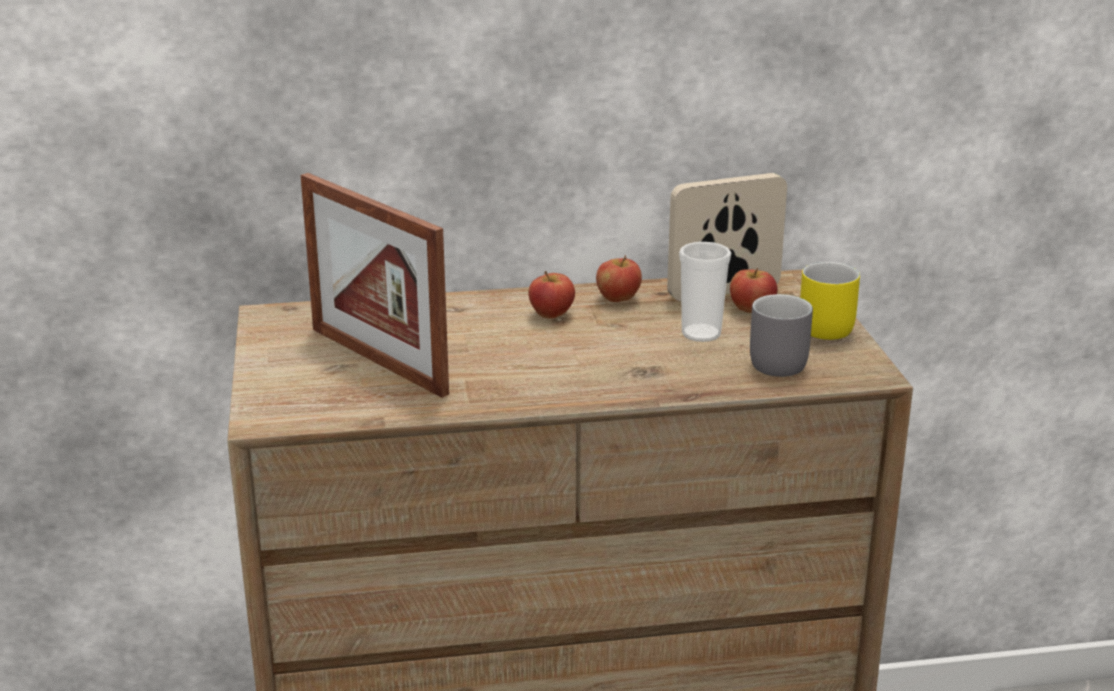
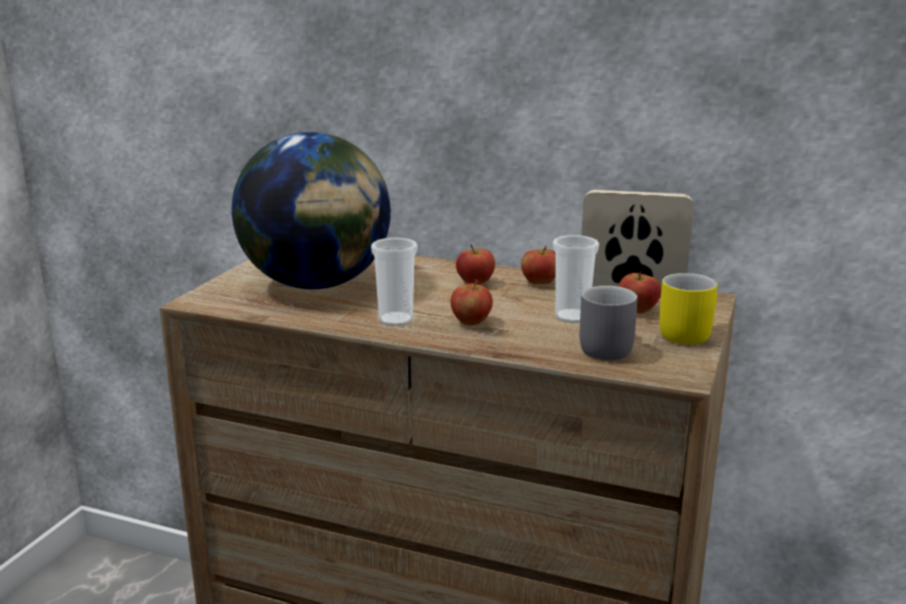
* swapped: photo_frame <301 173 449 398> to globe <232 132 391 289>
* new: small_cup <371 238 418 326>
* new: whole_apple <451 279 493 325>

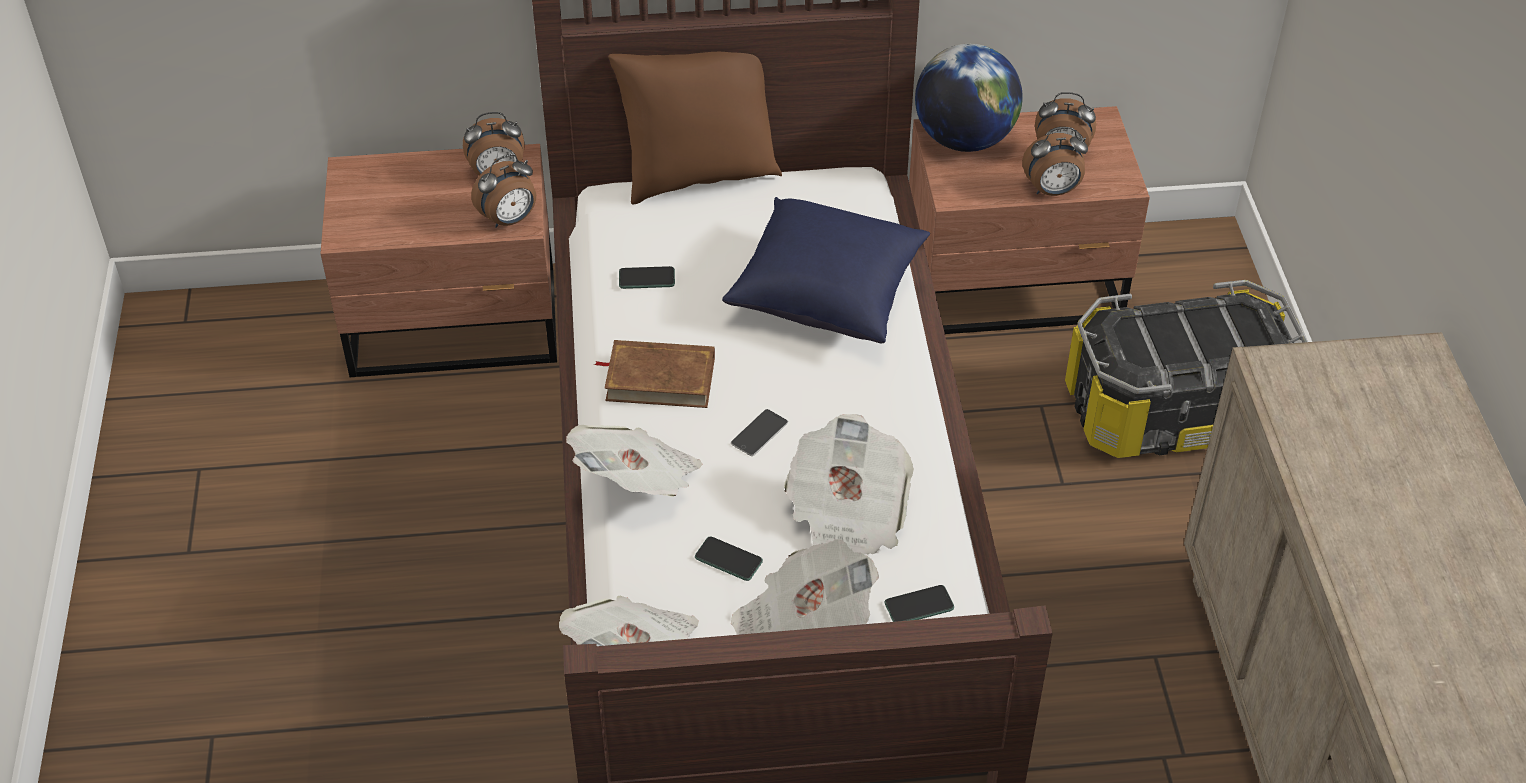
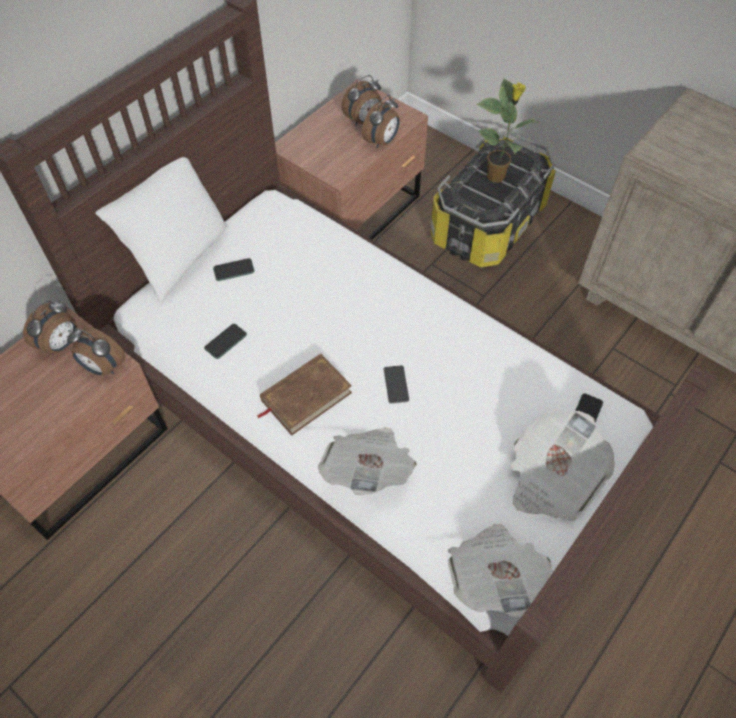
* rotated: alarm_clock <471 154 536 228> = <67 327 126 376> 105 degrees clockwise
* repainted: brown_cushion <608 52 782 205> to whitish_cushion <95 157 229 303>
* shifted: handset <695 536 763 581> to <213 258 254 281>
* gone: blue-coloured_cushion <722 197 930 343>
* gone: printed_paper <784 414 914 555>
* gone: globe <915 44 1023 152>
* new: houseplant <476 78 540 183>

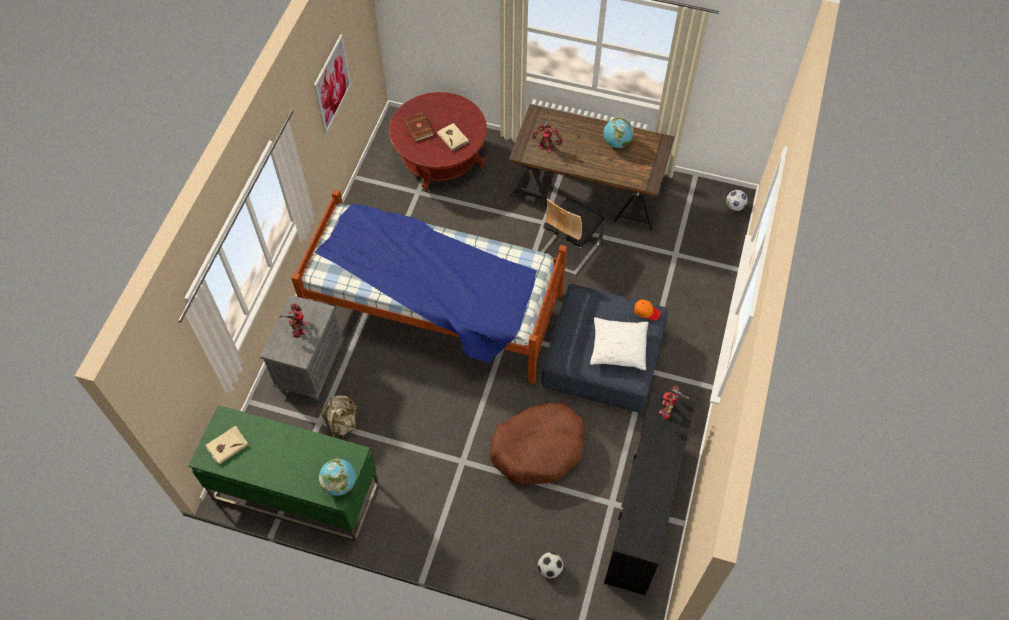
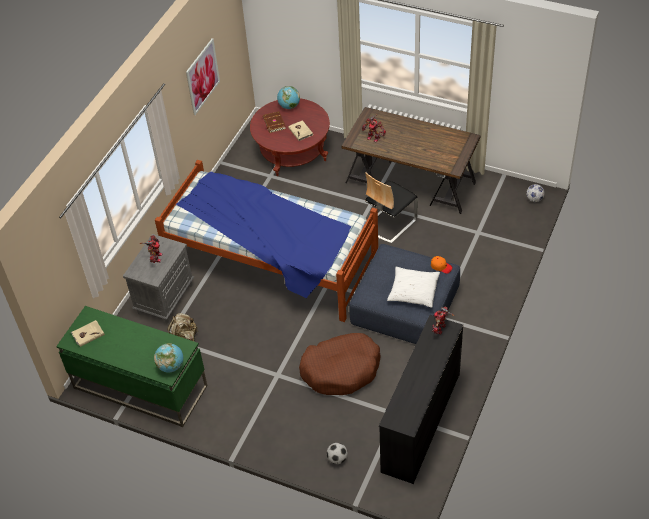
* shifted: globe <604 118 633 148> to <277 86 300 109>

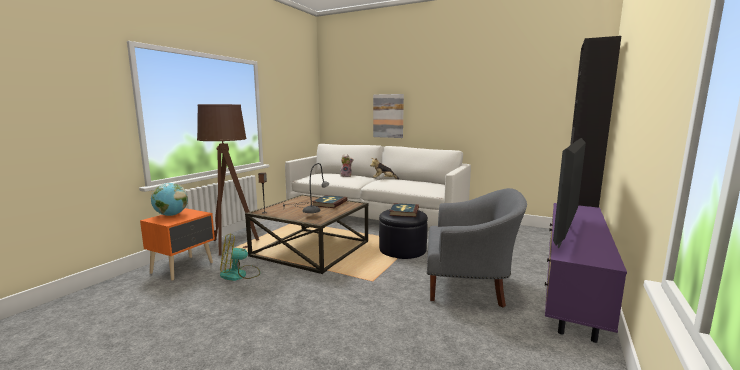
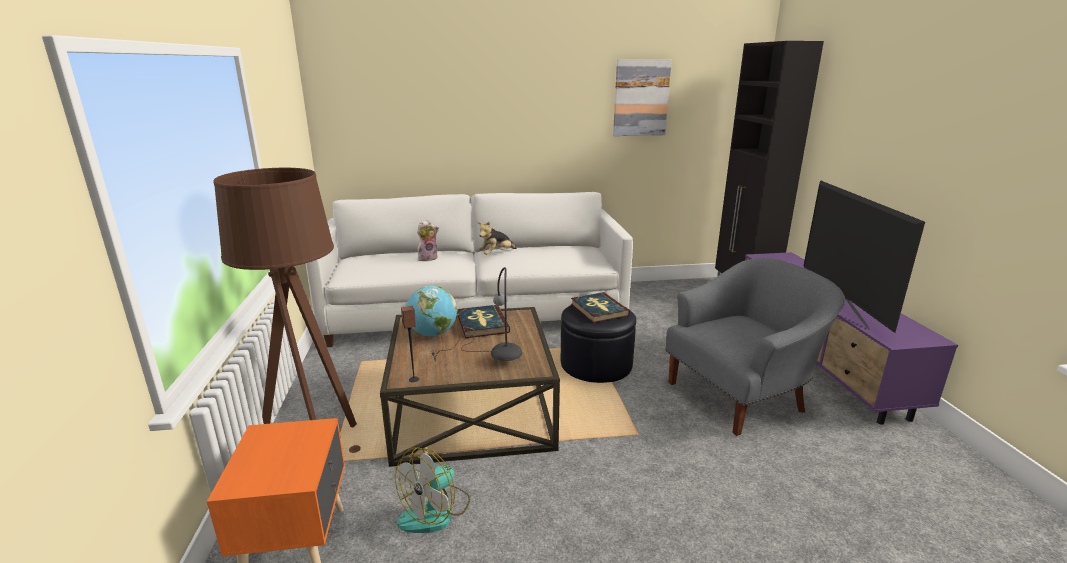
* shifted: globe <151 183 188 216> to <407 286 457 336>
* shifted: wall_art <373 94 404 138> to <613 59 672 136>

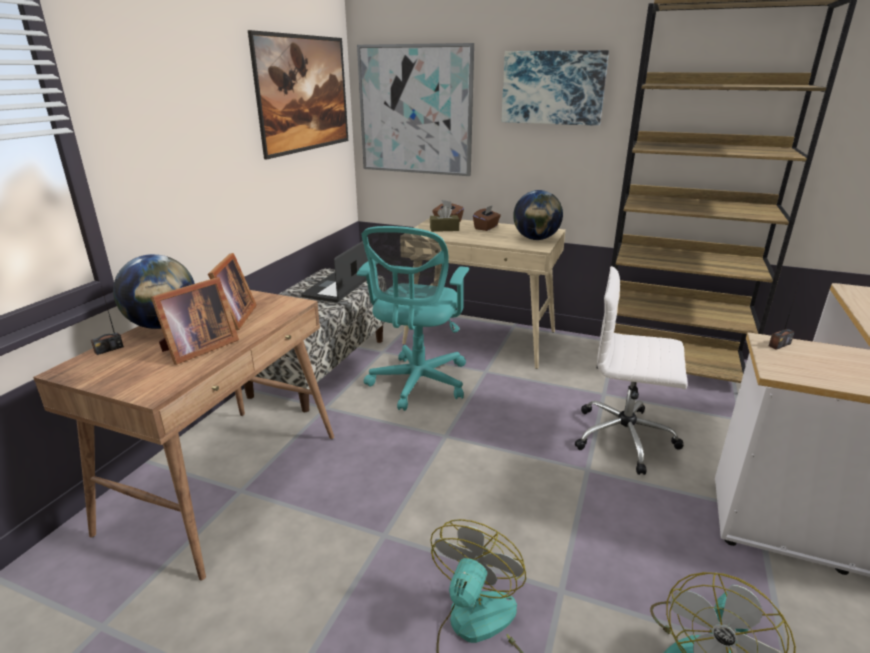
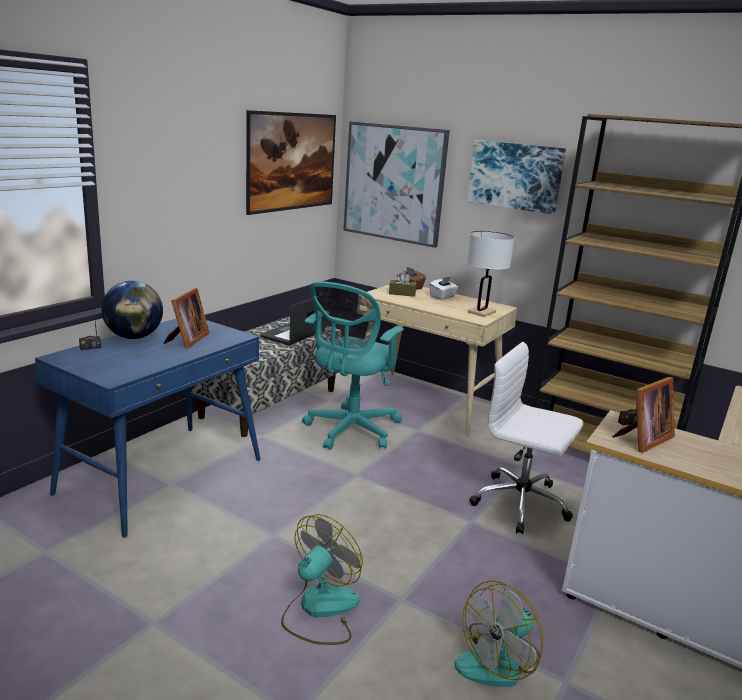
* repainted: brown_desk_table <33 290 334 580> to blue-coloured_desk_table <35 319 260 538>
* shifted: photo_frame <151 277 239 365> to <613 377 675 452>
* repainted: brown_box_of_tissues <473 205 501 231> to whitish_box_of_tissues <429 277 458 300>
* swapped: globe <513 190 563 240> to whitish_lamp_for_a_table <467 231 515 317>

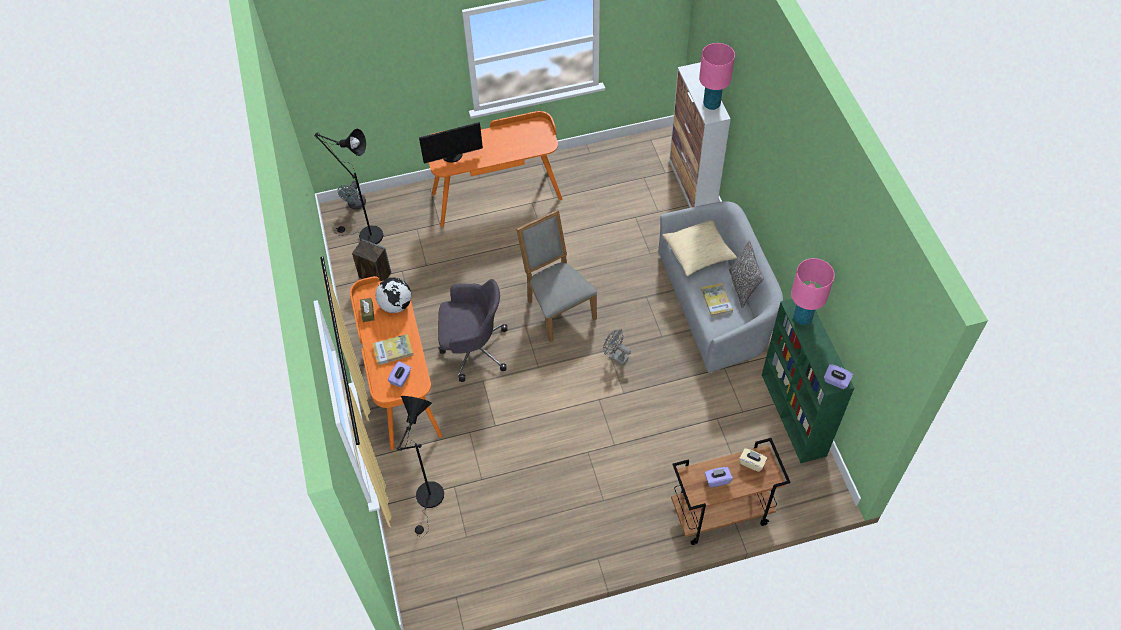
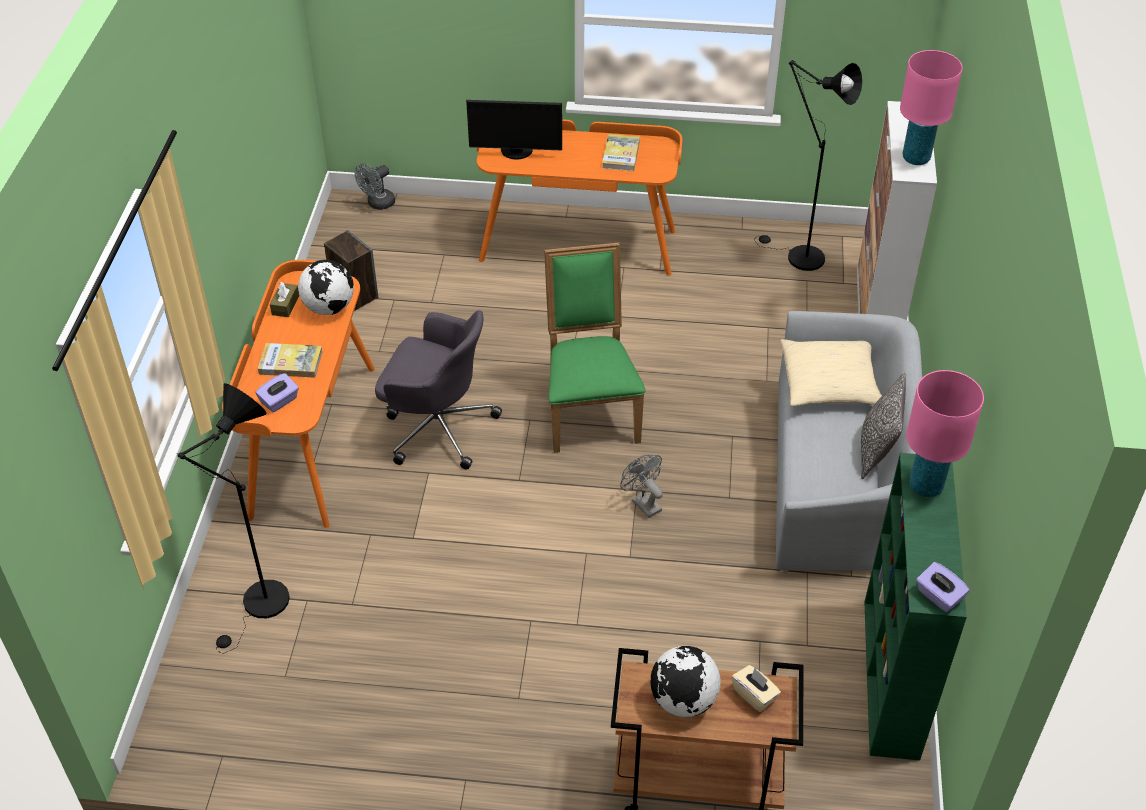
* shifted: black-coloured_floor_lamp <314 129 383 244> to <757 60 862 271>
* repainted: gray_upright_chair <516 209 597 342> to green_upright_chair <544 243 646 453>
* shifted: volume <701 283 733 317> to <602 134 640 171>
* swapped: purplish_box_of_tissues <705 467 733 488> to globe <650 646 721 717>

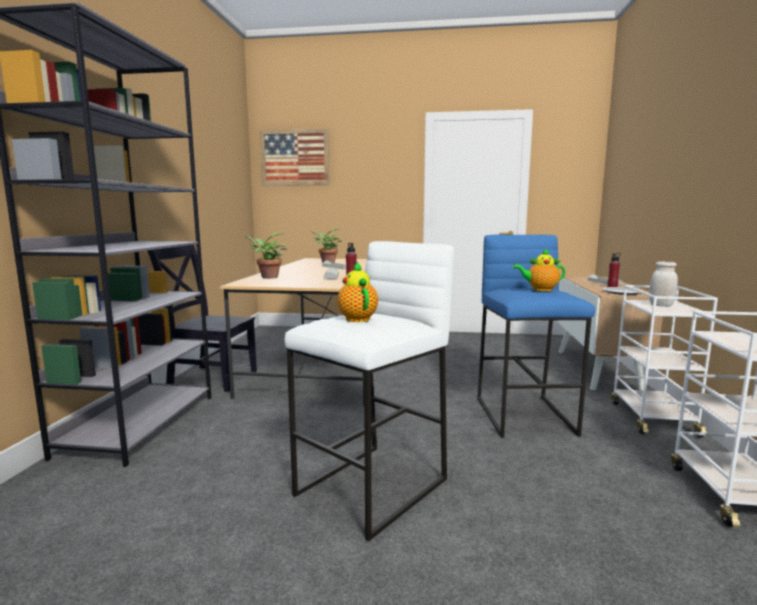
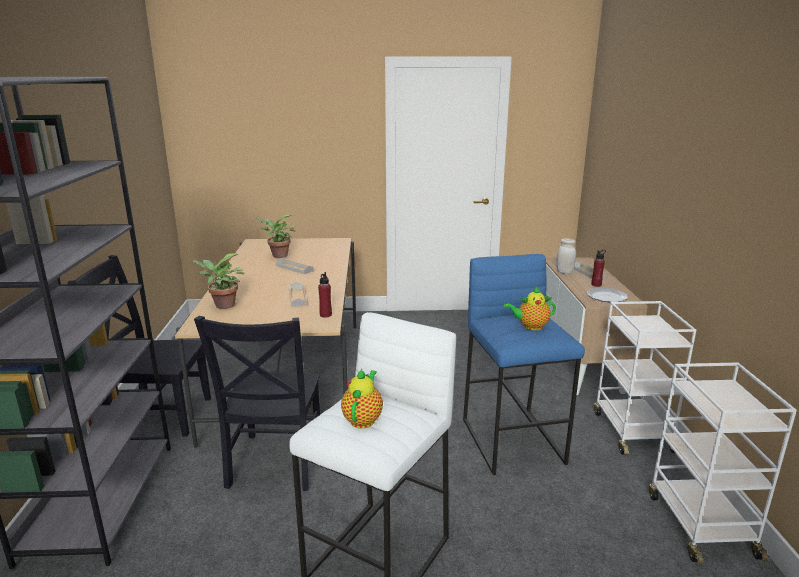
* gone: wall_art <260 128 329 186>
* rotated: pot_for_tea <337 261 378 322> = <341 369 383 429> 45 degrees clockwise
* shifted: whitish_jar <649 262 678 307> to <556 238 576 274>
* new: black-coloured_upright_chair <194 316 320 491>

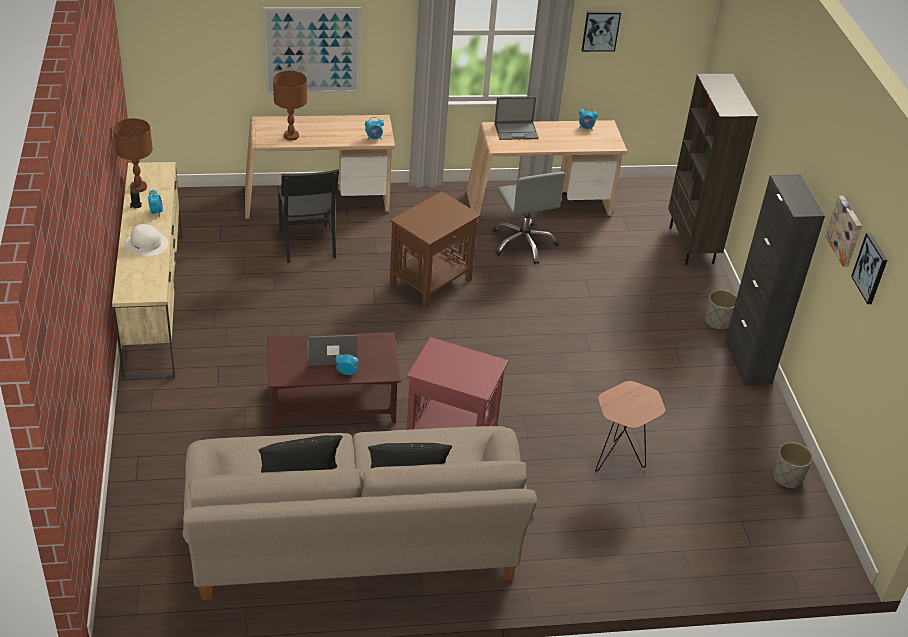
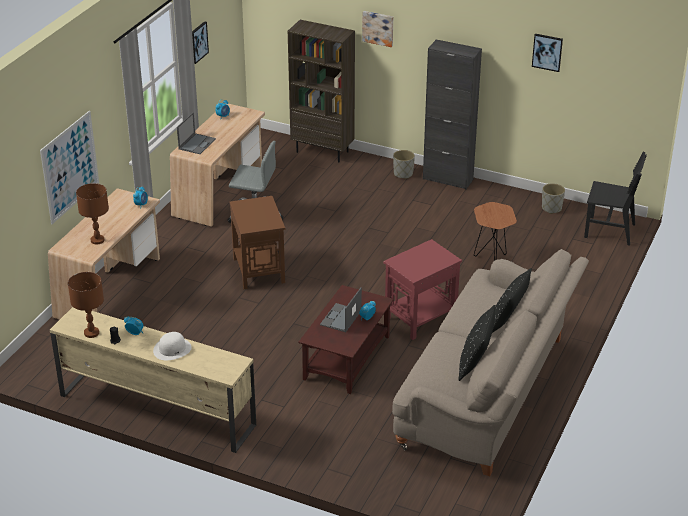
* shifted: black-coloured_upright_chair <277 169 339 263> to <584 152 647 246>
* shifted: wall_art <825 196 862 267> to <362 11 393 47>

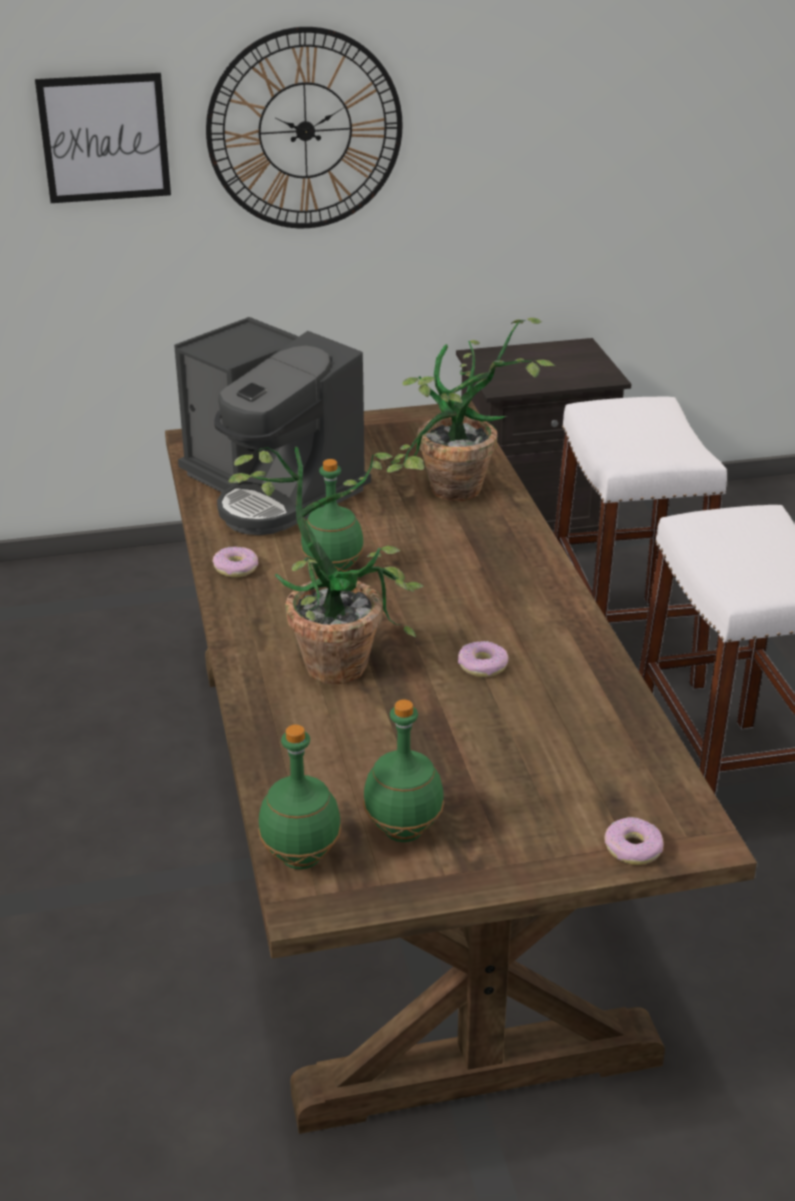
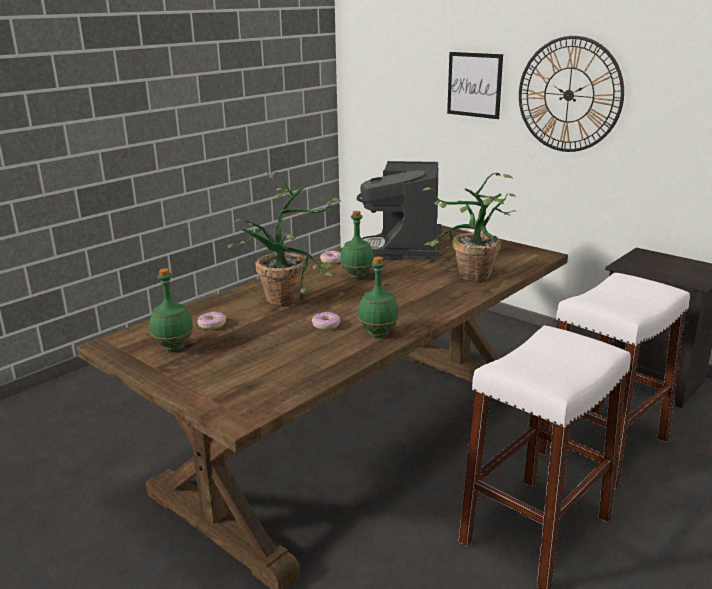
* shifted: green_bottle <258 724 341 869> to <358 257 399 337>
* shifted: donut <604 817 663 865> to <197 311 226 330>

